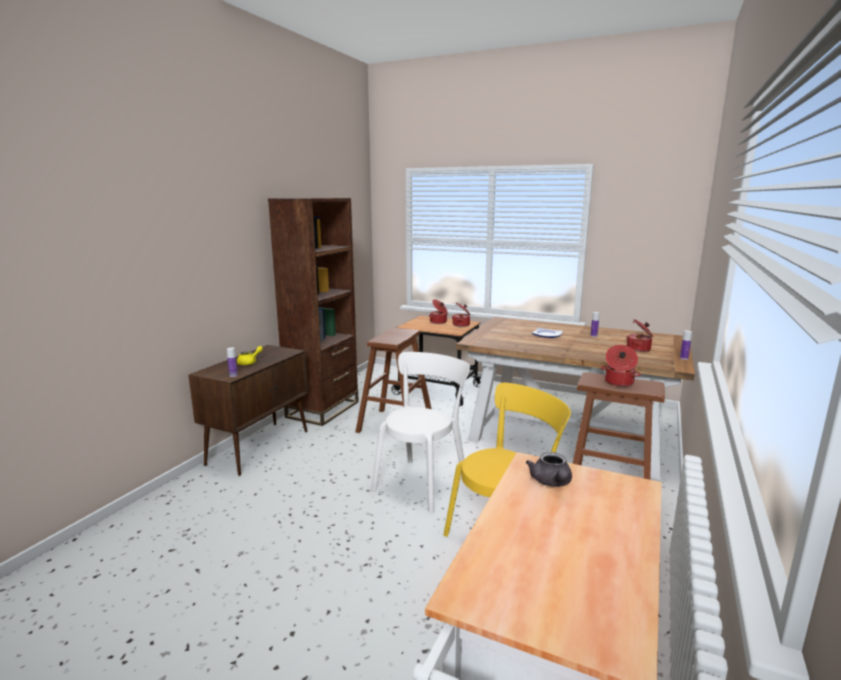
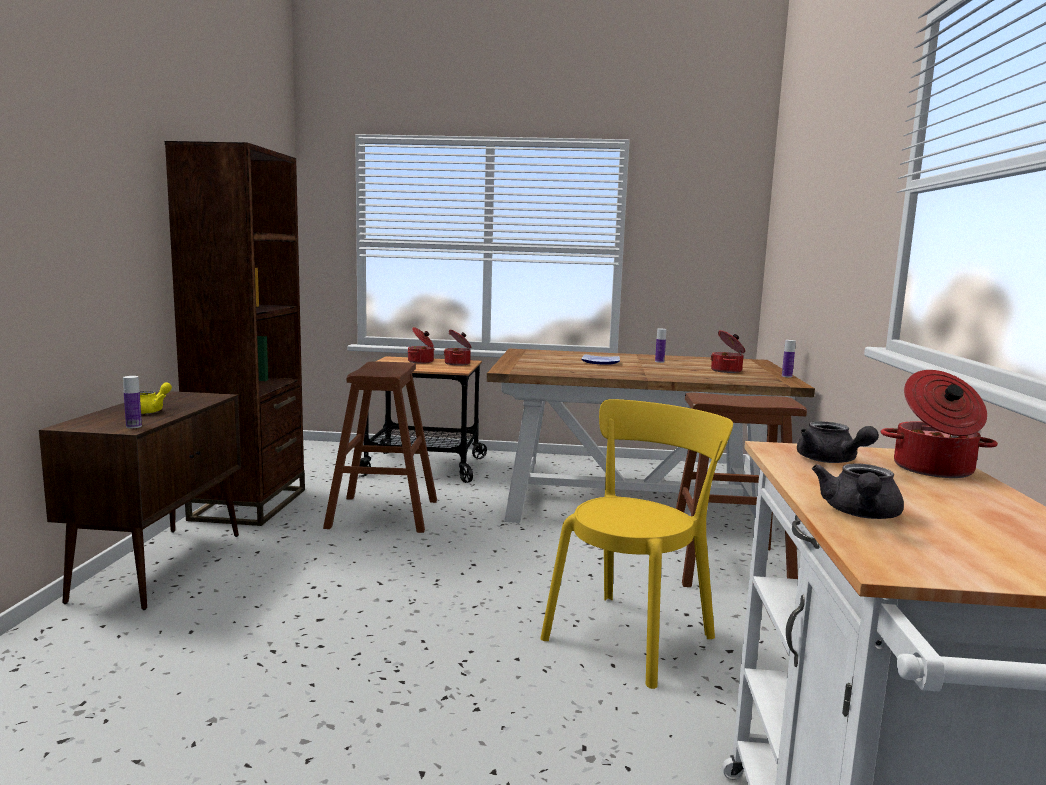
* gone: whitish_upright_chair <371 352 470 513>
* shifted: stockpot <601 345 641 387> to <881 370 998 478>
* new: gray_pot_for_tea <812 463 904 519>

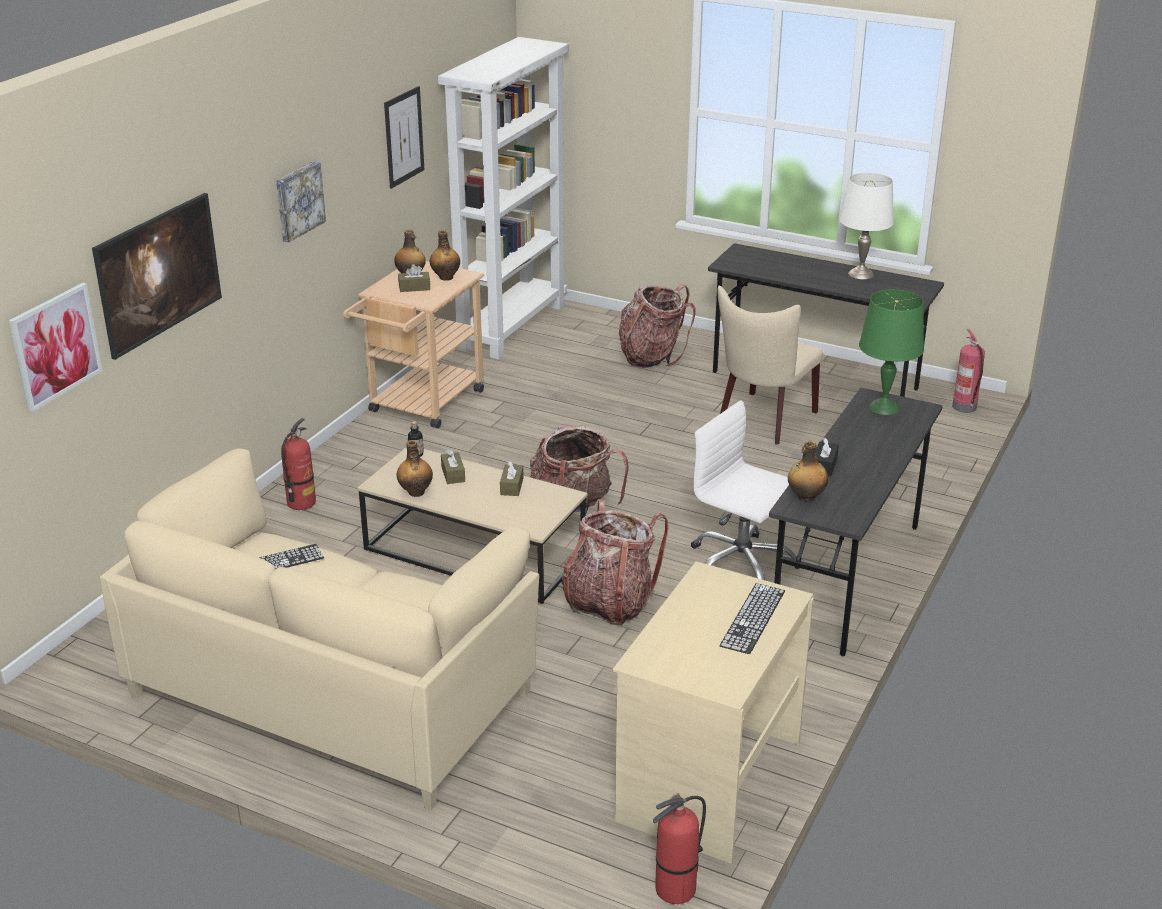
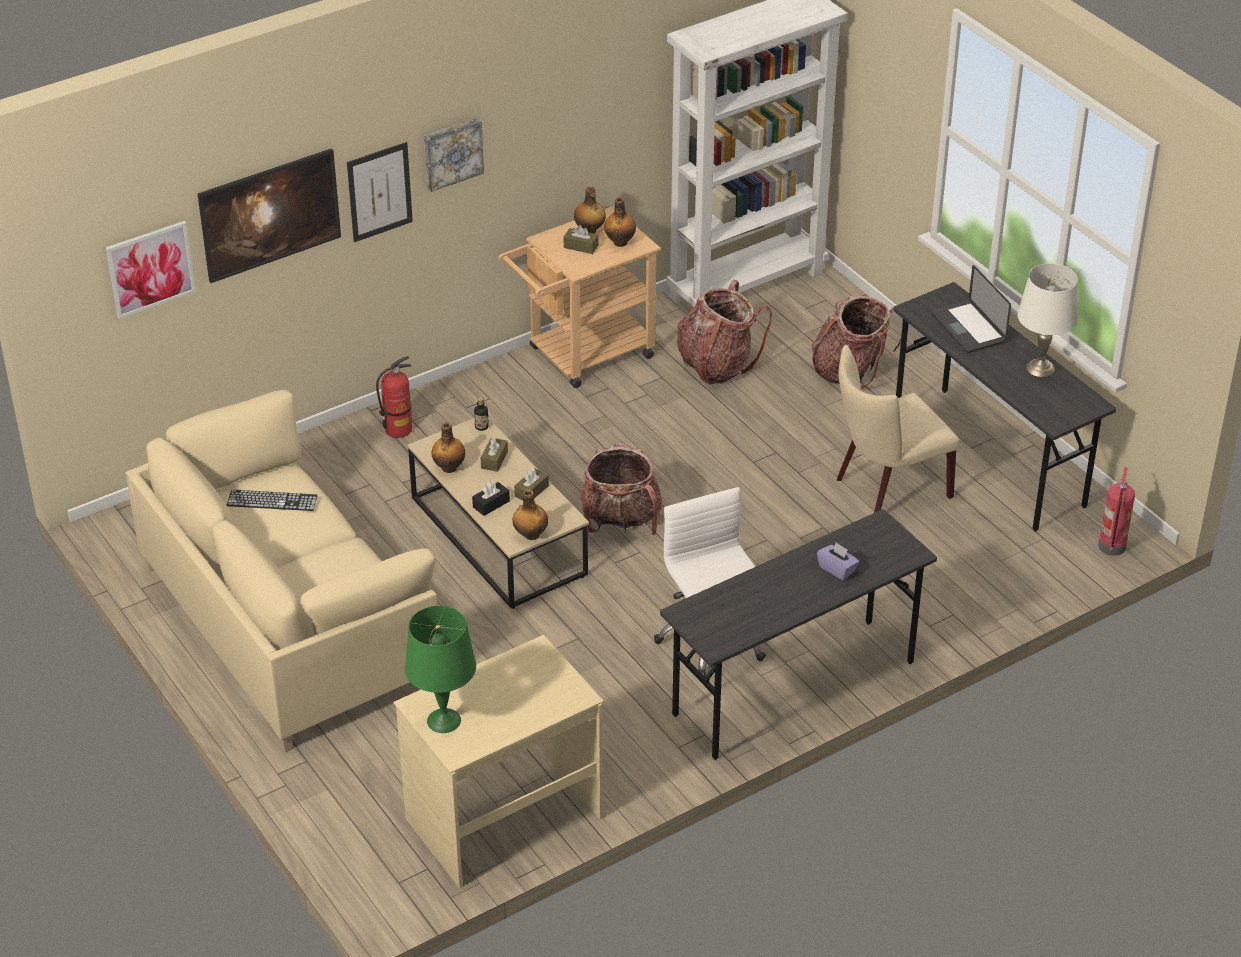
* shifted: wall_art <384 86 424 189> to <347 142 413 242>
* shifted: rucksack <561 500 669 625> to <677 280 772 385>
* gone: fire_extinguisher <653 793 706 904>
* gone: computer_keyboard <719 583 785 654>
* shifted: bottle <788 441 828 502> to <512 490 548 540>
* shifted: black-coloured_box_of_tissues <816 437 839 476> to <472 481 510 516>
* shifted: green_lamp_for_a_table <859 289 924 415> to <405 606 476 733>
* new: purplish_box_of_tissues <817 542 860 580>
* new: laptop <931 265 1011 353>

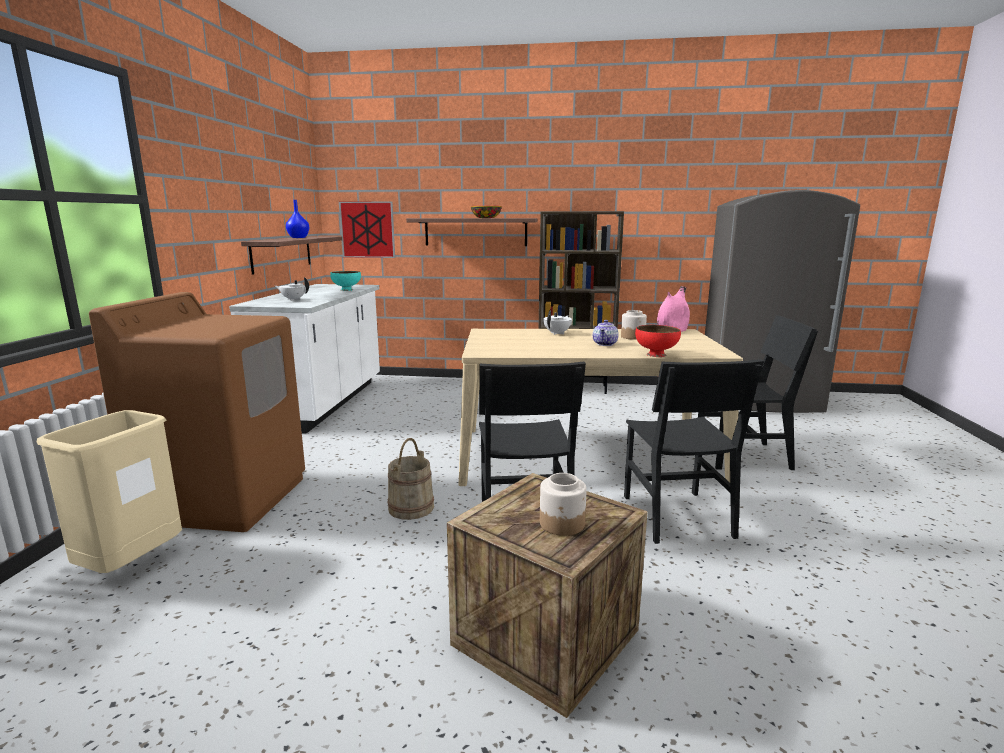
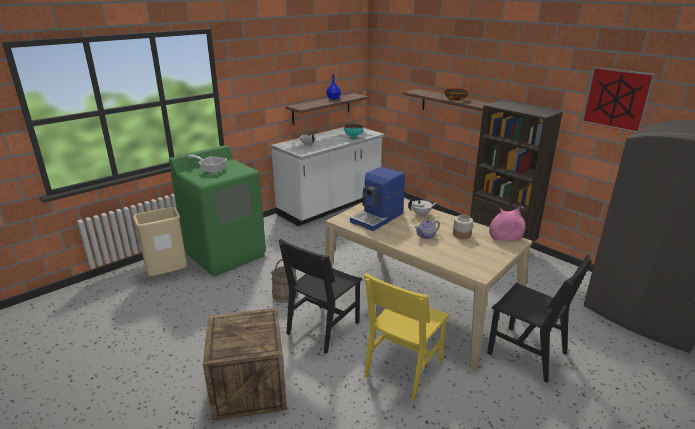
* repainted: brown_laundry_machine <89 292 305 532> to green_laundry_machine <169 145 266 276>
* shifted: wall_art <339 201 395 258> to <582 67 655 133>
* gone: jar <540 473 587 536>
* repainted: black-coloured_upright_chair <624 359 764 544> to yellowish_upright_chair <364 273 449 401>
* gone: red-coloured_bowl <635 325 681 357>
* new: skillet <188 155 227 173>
* new: coffee_machine <350 167 405 231>

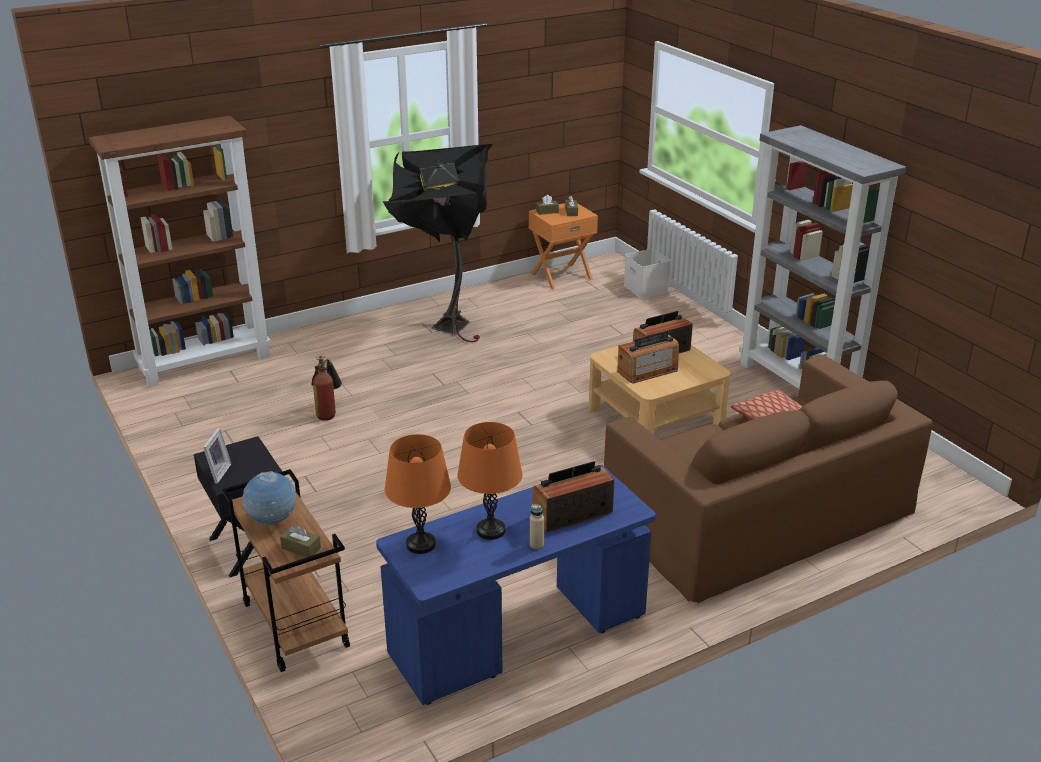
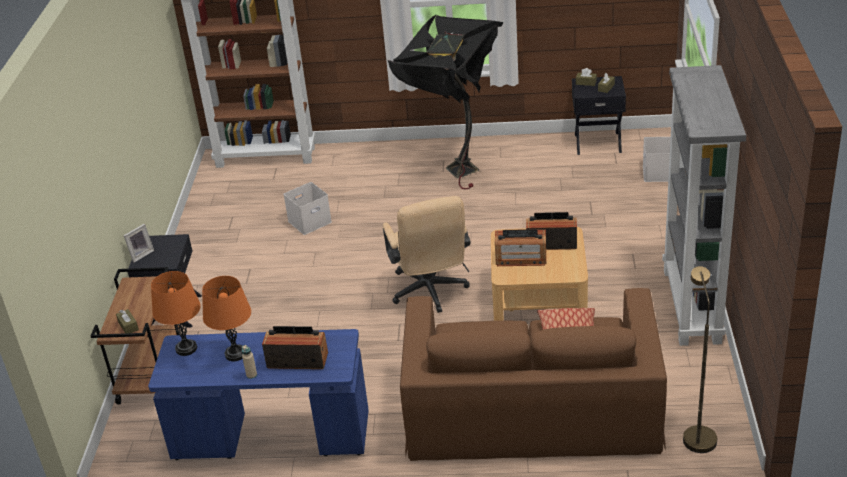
* gone: globe <243 471 296 525>
* swapped: fire_extinguisher <312 355 342 421> to whitish_storage_container <283 182 332 235>
* repainted: orange_bedside_table <529 203 598 290> to black-coloured_bedside_table <572 76 626 155>
* new: sand-coloured_office_chair <383 196 471 313>
* new: brown_floor_lamp <683 266 717 453>

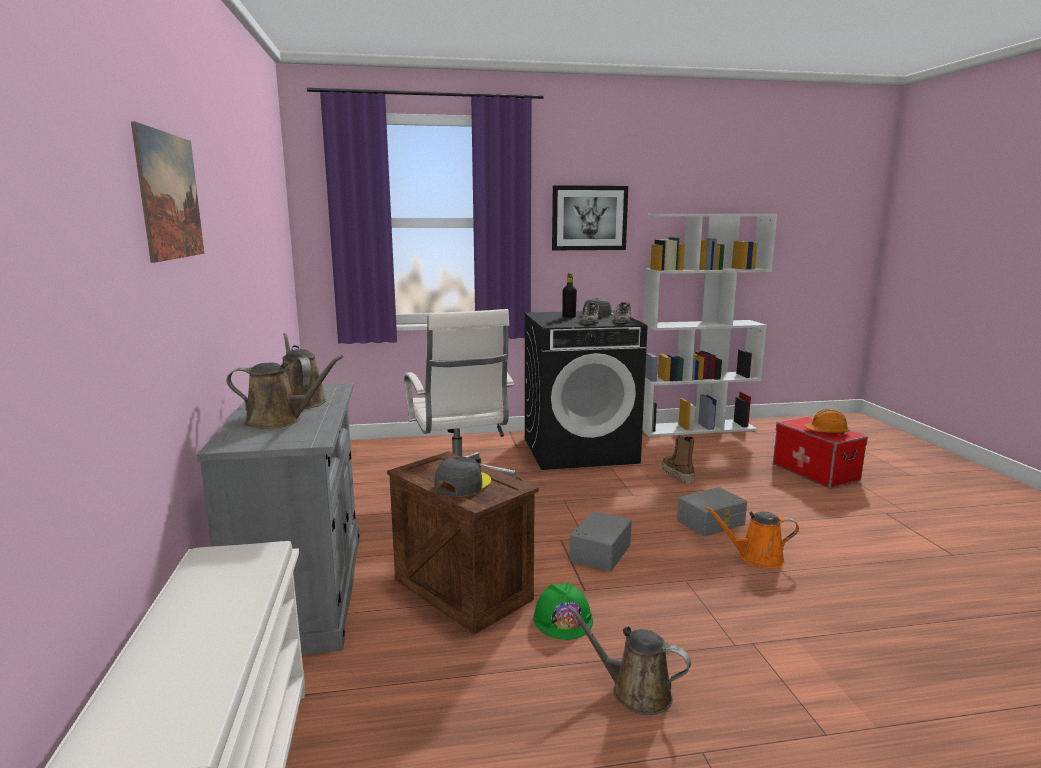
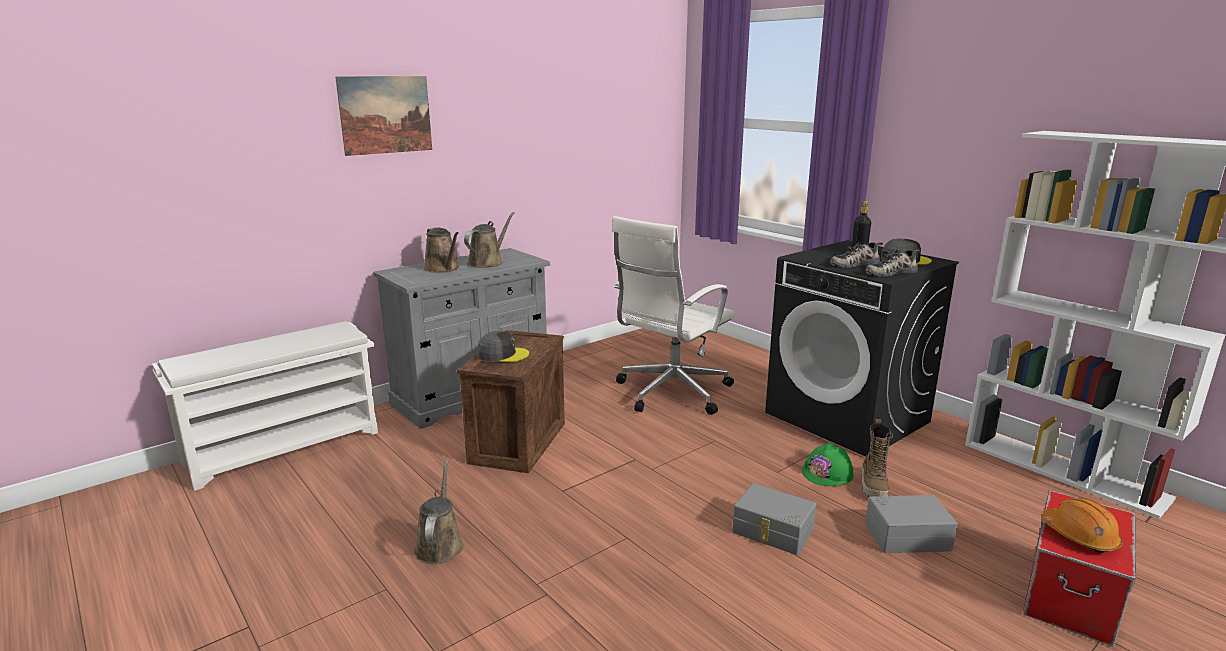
* shifted: green_work_helmet <533 582 593 640> to <802 443 854 486>
* gone: wall_art <552 185 628 250>
* shifted: gray_storage_container <570 511 632 571> to <865 495 958 553>
* rotated: high-top_boot <662 435 695 484> = <861 419 893 497> 150 degrees clockwise
* gone: orange_sprinkling_can <705 506 799 569>

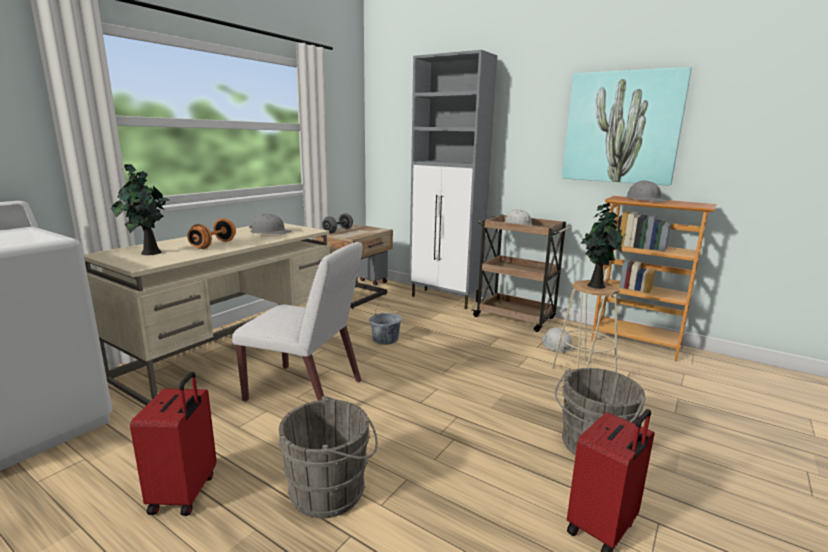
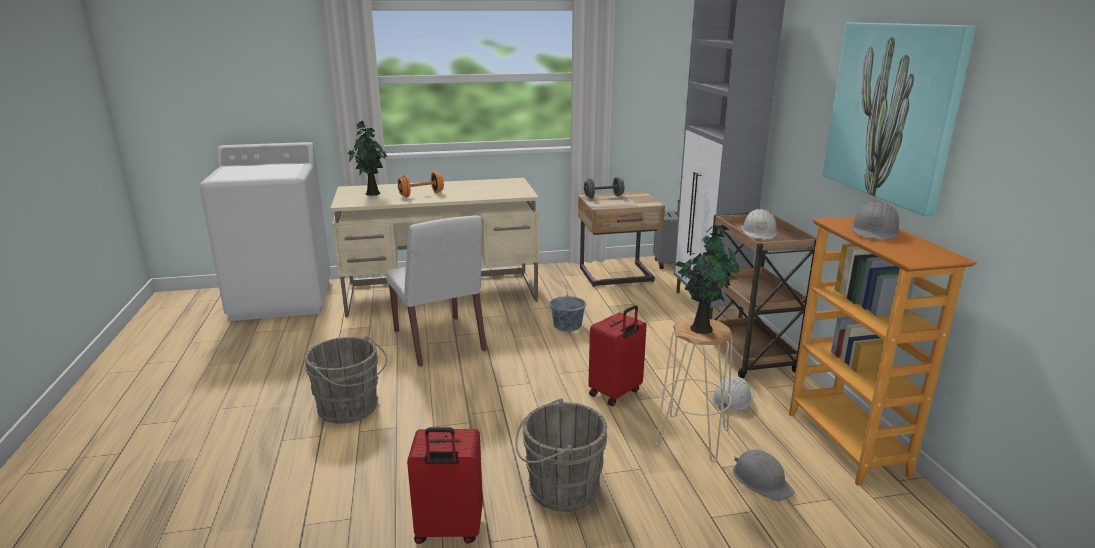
* shifted: red-coloured_travel_case <130 372 217 516> to <588 305 647 406>
* shifted: gray_work_helmet <249 214 292 234> to <733 449 795 501>

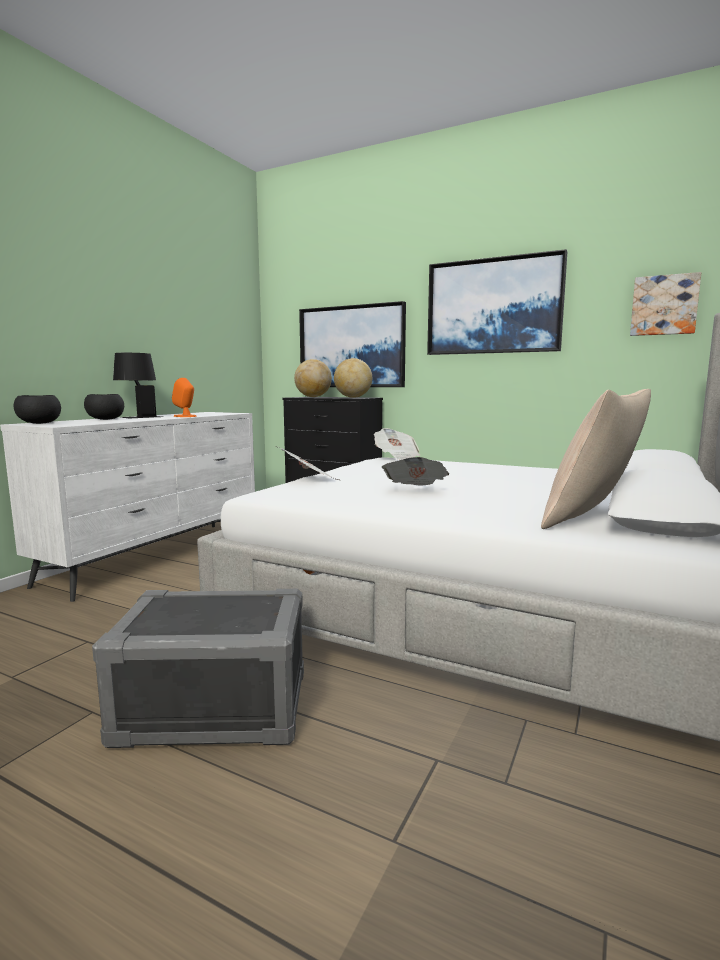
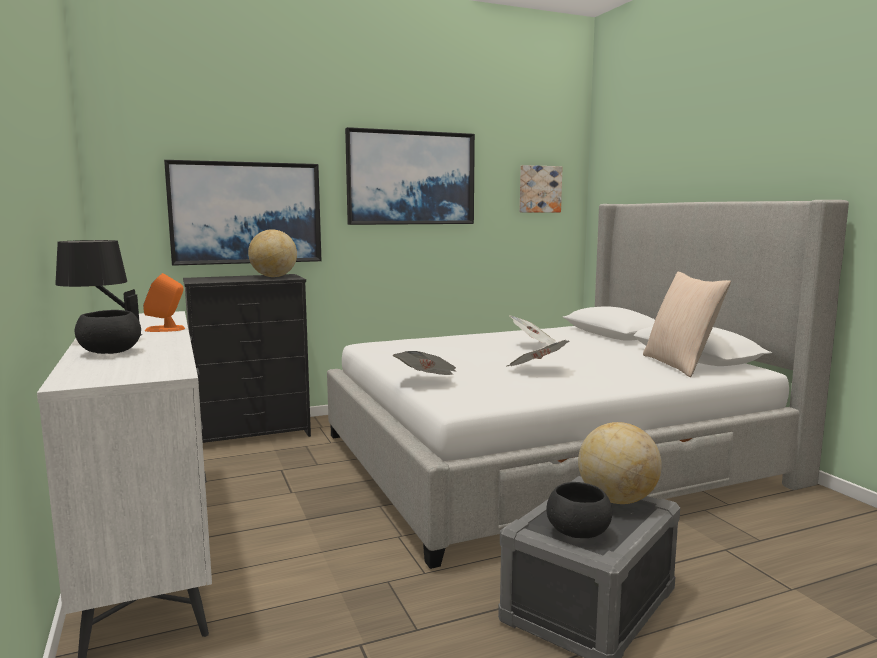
* shifted: black-coloured_bowl <13 395 61 424> to <546 482 612 538>
* shifted: globe <294 359 332 397> to <578 422 662 504>
* shifted: printed_paper <374 428 420 460> to <509 315 556 345>

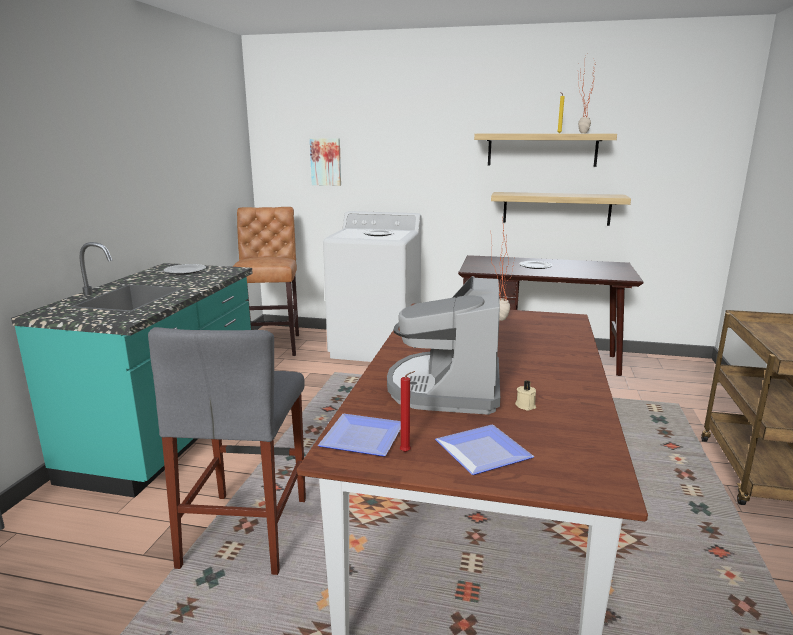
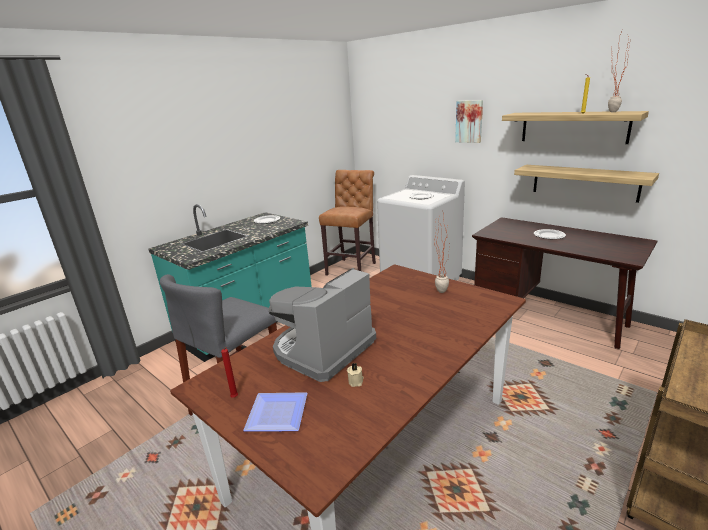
* shifted: wall_art <310 138 341 186> to <455 100 483 143>
* gone: flat_dish <318 414 401 457>

